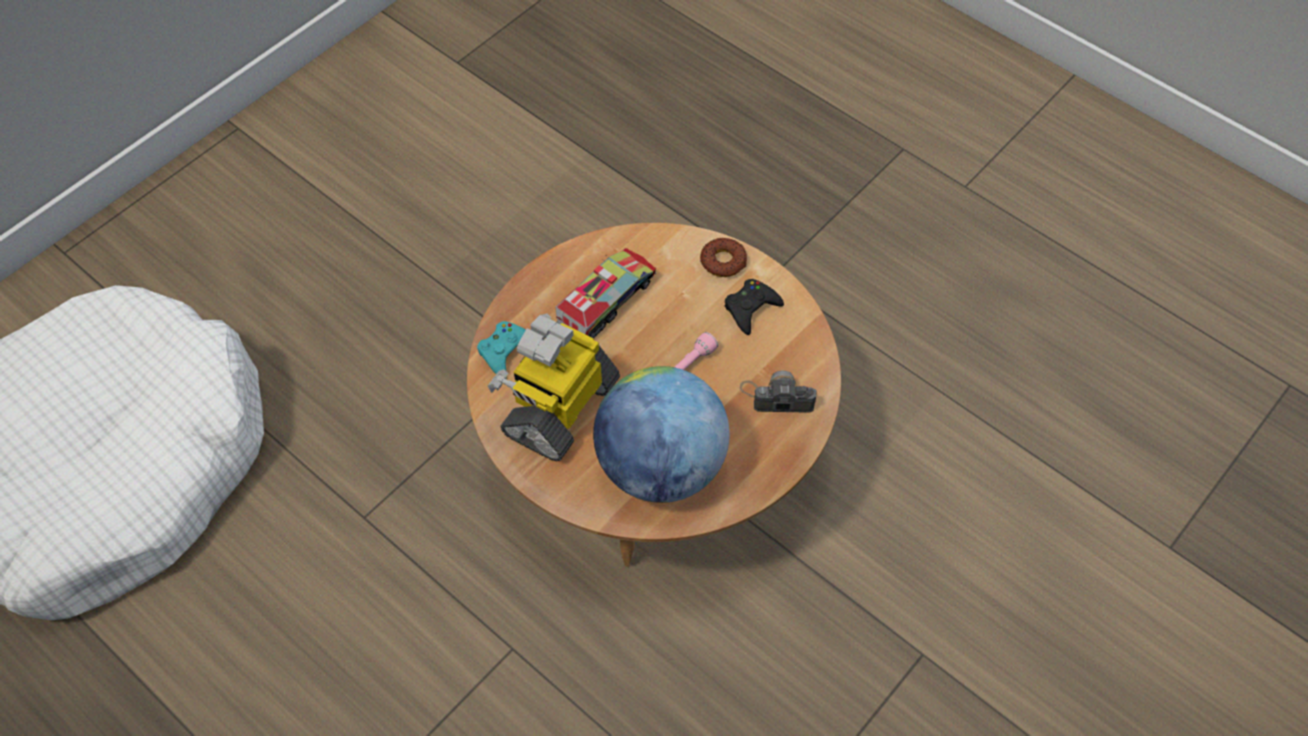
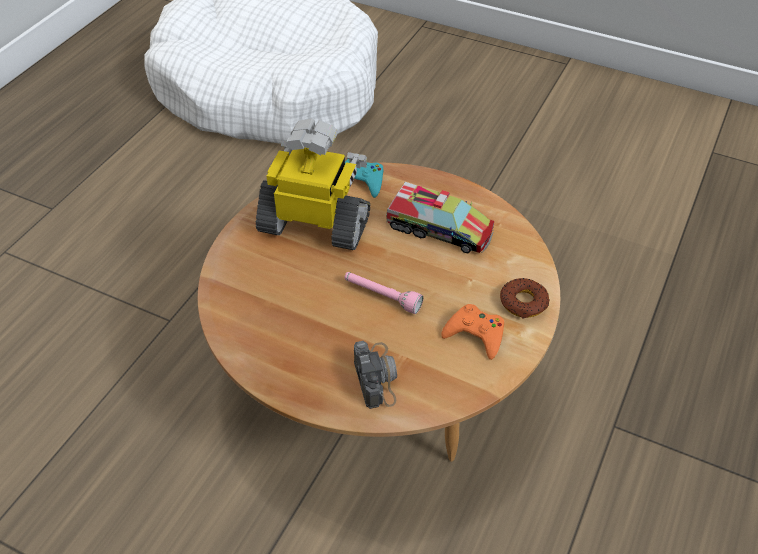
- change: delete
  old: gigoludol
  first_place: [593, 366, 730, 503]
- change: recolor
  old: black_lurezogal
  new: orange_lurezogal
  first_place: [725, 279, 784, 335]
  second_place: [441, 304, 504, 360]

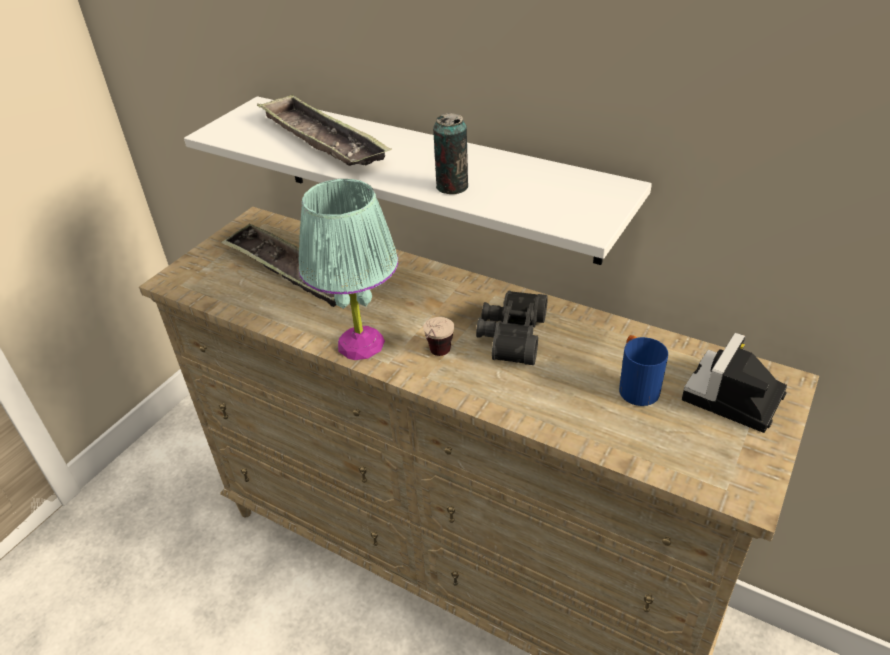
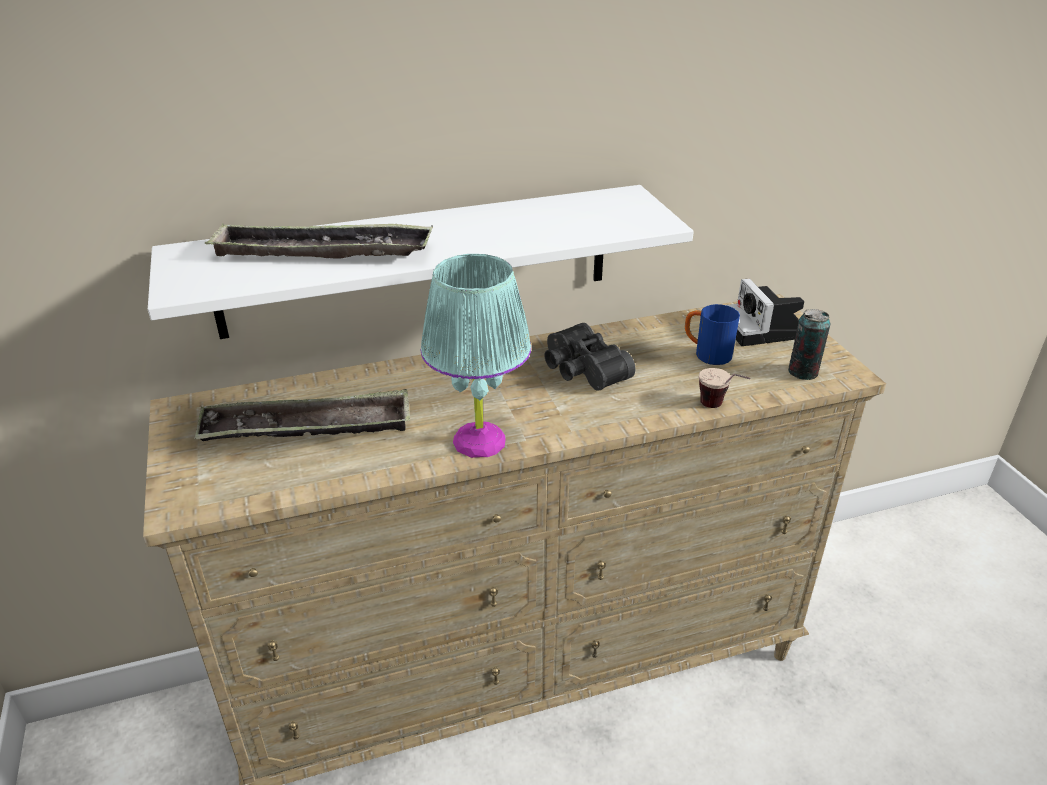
- change: move
  old: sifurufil
  first_place: [423, 317, 454, 356]
  second_place: [699, 368, 750, 408]
- change: move
  old: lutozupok
  first_place: [433, 113, 468, 194]
  second_place: [788, 309, 830, 380]

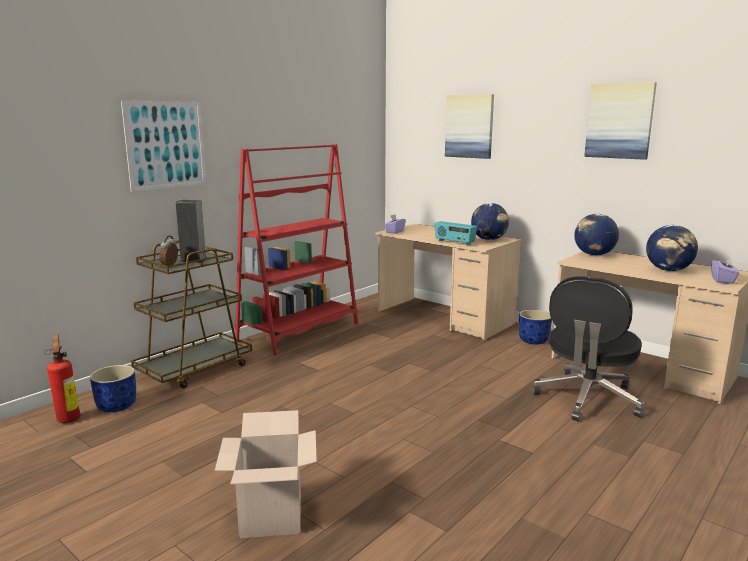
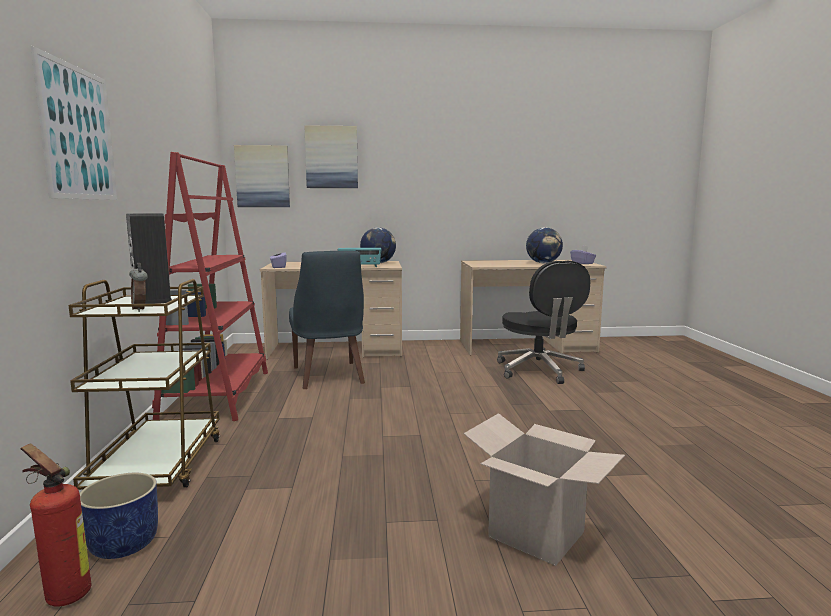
- change: delete
  old: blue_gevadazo
  first_place: [519, 310, 552, 345]
- change: delete
  old: gigoludol
  first_place: [574, 214, 619, 256]
- change: move
  old: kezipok
  first_place: [584, 82, 657, 160]
  second_place: [234, 145, 290, 207]
- change: insert
  new: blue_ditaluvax
  second_place: [289, 251, 365, 389]

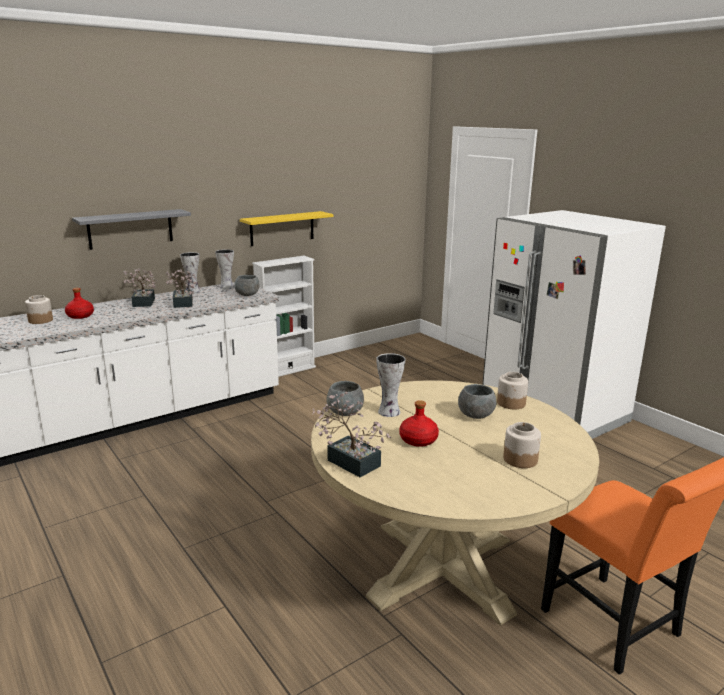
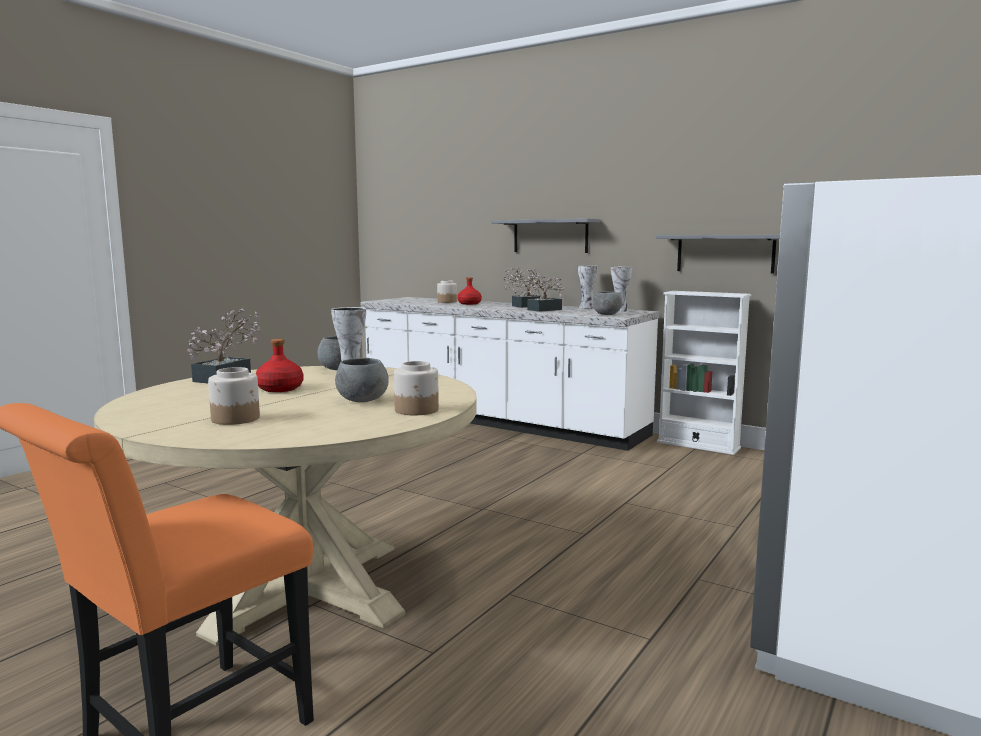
- change: recolor
  old: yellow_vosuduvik
  new: grey_vosuduvik
  first_place: [240, 211, 334, 246]
  second_place: [656, 235, 780, 273]

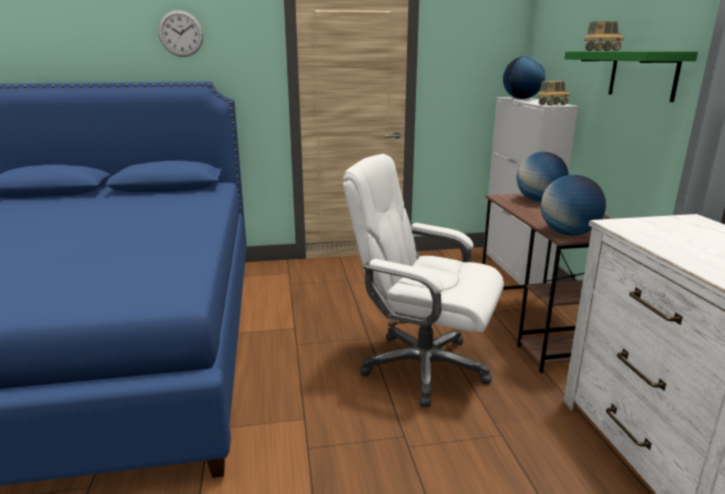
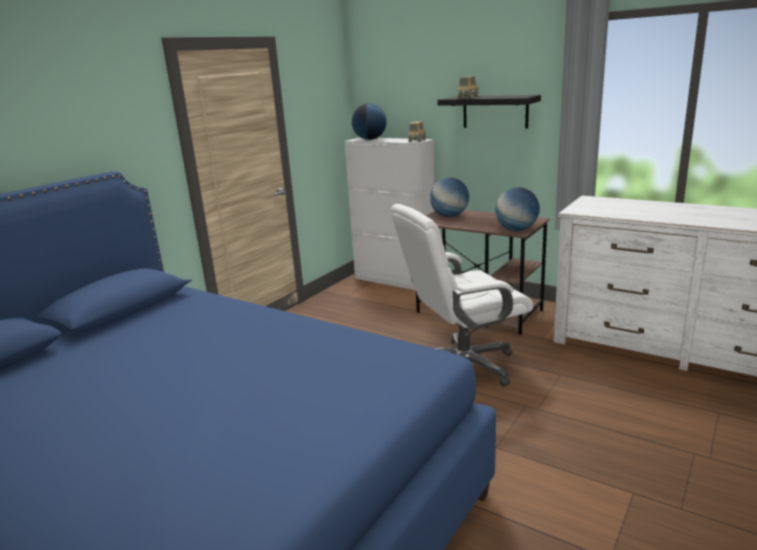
- change: delete
  old: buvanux
  first_place: [158, 10, 203, 57]
- change: recolor
  old: green_vosuduvik
  new: black_vosuduvik
  first_place: [565, 51, 698, 102]
  second_place: [437, 95, 541, 129]

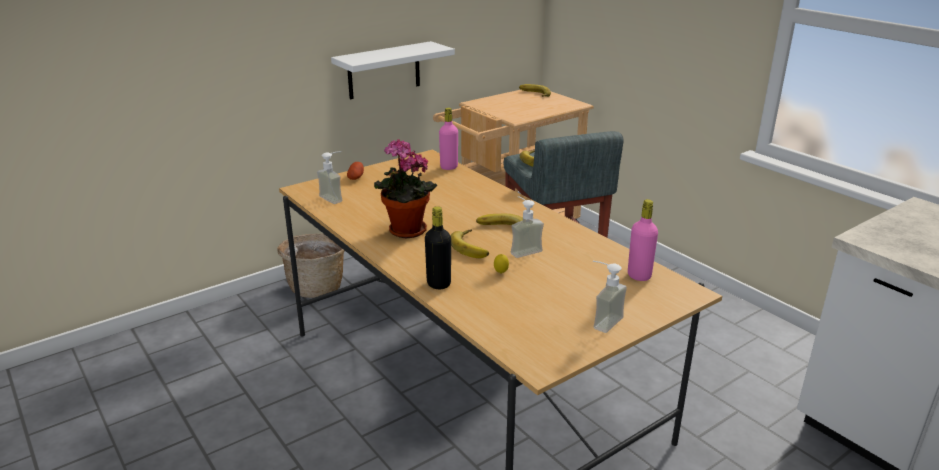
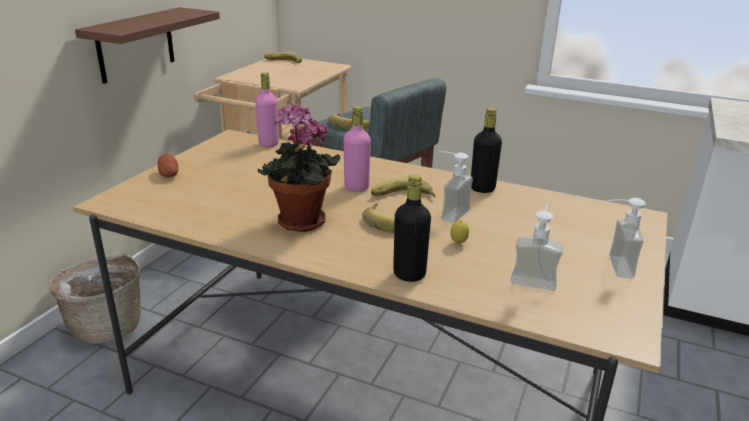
- change: move
  old: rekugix
  first_place: [317, 151, 342, 204]
  second_place: [511, 204, 563, 291]
- change: recolor
  old: white_vosuduvik
  new: brown_vosuduvik
  first_place: [331, 41, 455, 99]
  second_place: [75, 7, 220, 84]
- change: move
  old: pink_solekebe
  first_place: [628, 199, 658, 281]
  second_place: [344, 106, 371, 192]
- change: insert
  new: black_solekebe
  second_place: [471, 108, 502, 193]

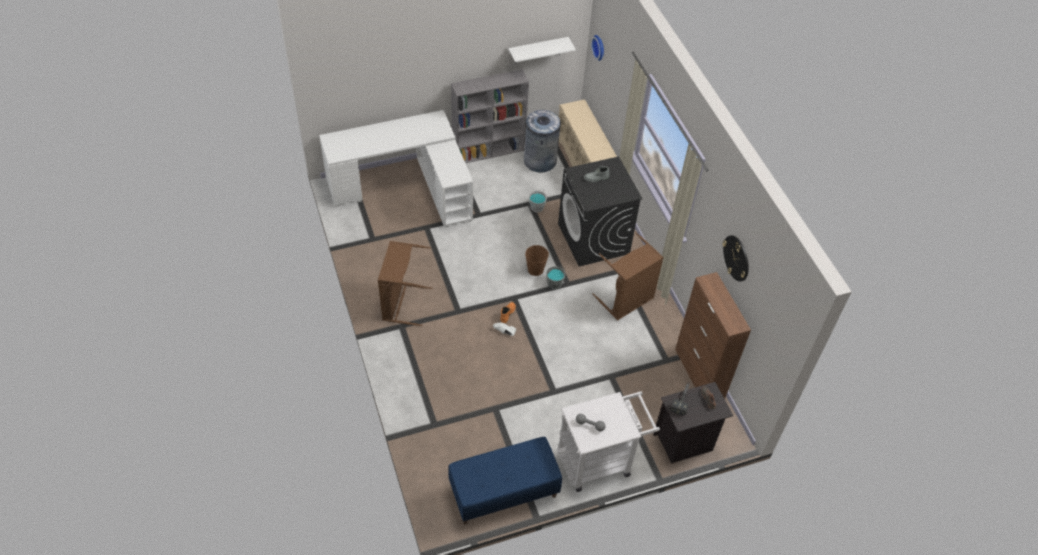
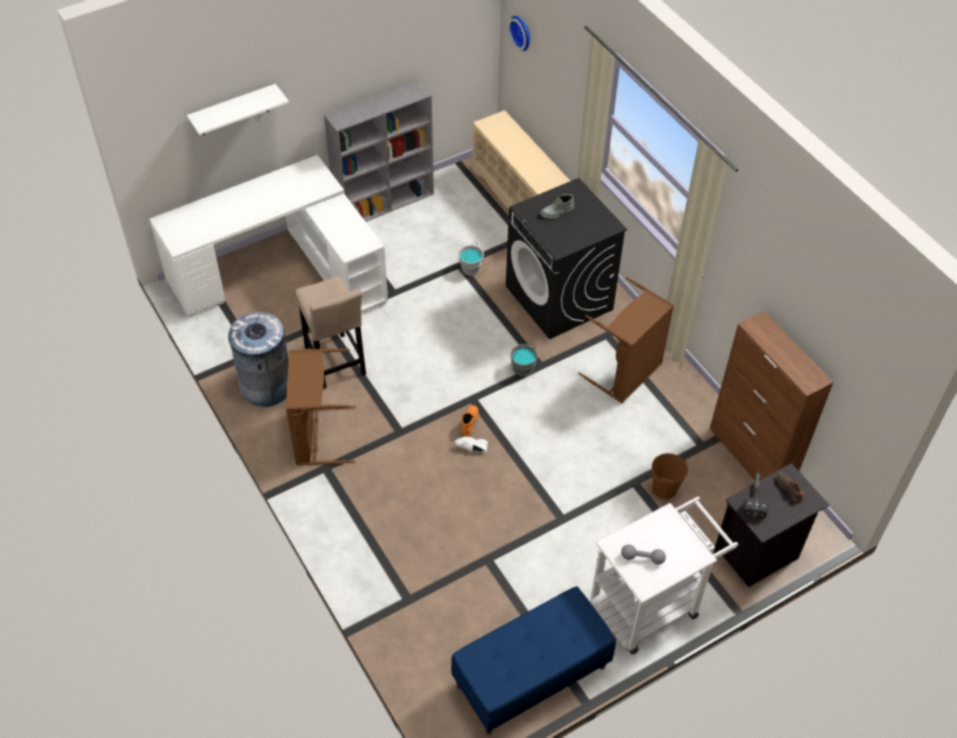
- change: move
  old: white_vosuduvik
  first_place: [508, 37, 576, 63]
  second_place: [187, 84, 289, 135]
- change: move
  old: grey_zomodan
  first_place: [523, 110, 561, 172]
  second_place: [228, 312, 289, 407]
- change: move
  old: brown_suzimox
  first_place: [525, 245, 549, 276]
  second_place: [652, 453, 688, 499]
- change: delete
  old: buvanux
  first_place: [723, 235, 749, 282]
- change: insert
  new: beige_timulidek
  second_place: [295, 276, 366, 389]

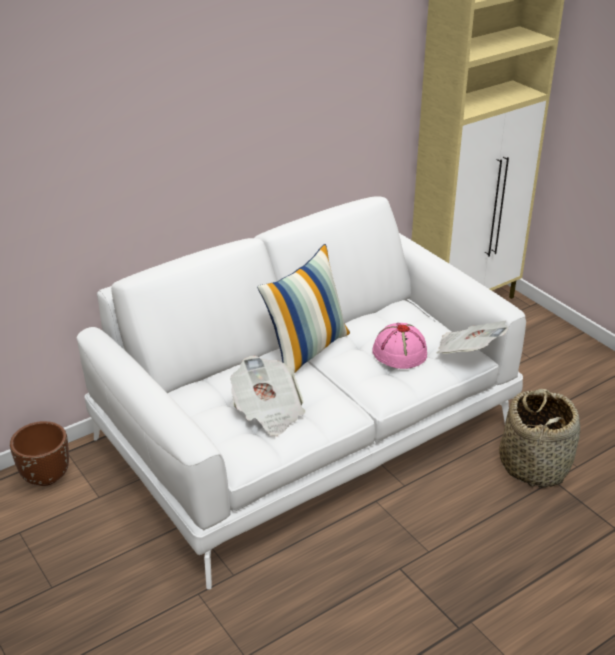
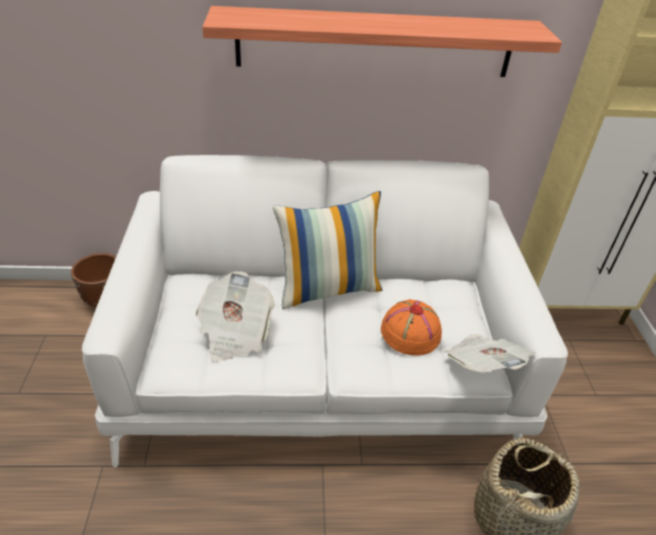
- change: recolor
  old: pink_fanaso
  new: orange_fanaso
  first_place: [372, 323, 427, 369]
  second_place: [381, 299, 442, 355]
- change: insert
  new: vosuduvik
  second_place: [203, 6, 562, 77]

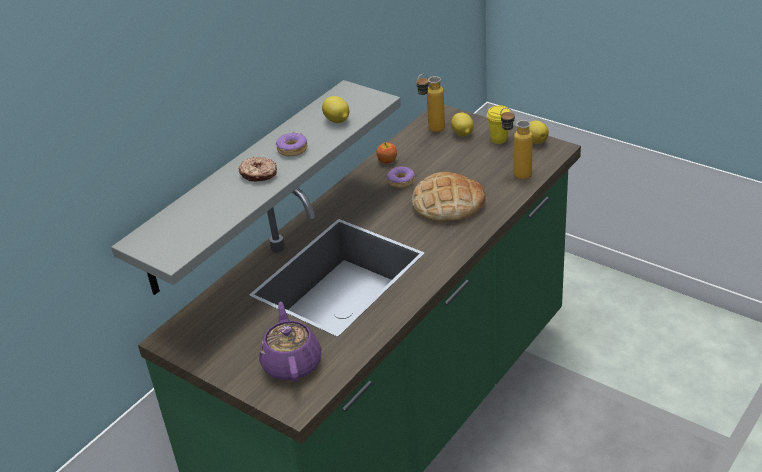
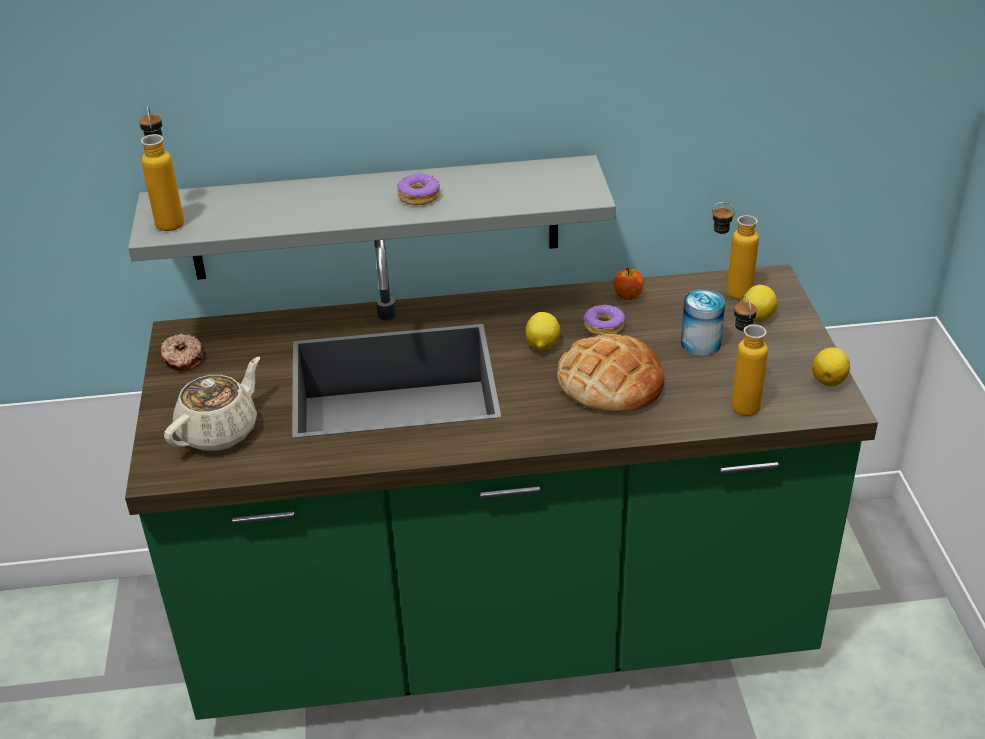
- change: move
  old: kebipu
  first_place: [238, 157, 277, 181]
  second_place: [161, 334, 203, 371]
- change: recolor
  old: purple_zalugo
  new: beige_zalugo
  first_place: [259, 302, 321, 382]
  second_place: [164, 357, 260, 451]
- change: move
  old: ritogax
  first_place: [322, 96, 349, 123]
  second_place: [525, 312, 561, 351]
- change: delete
  old: yellow_sifurufil
  first_place: [487, 105, 510, 144]
- change: insert
  new: solekebe
  second_place: [139, 106, 184, 231]
- change: insert
  new: lutozupok
  second_place: [681, 289, 725, 356]

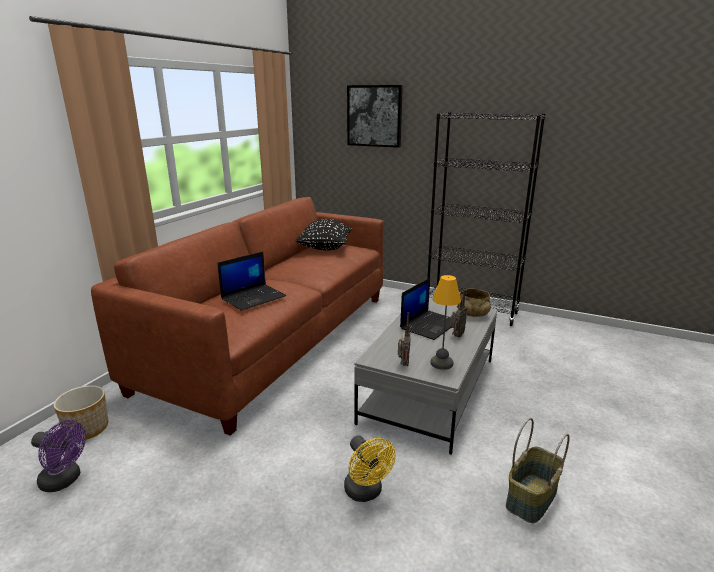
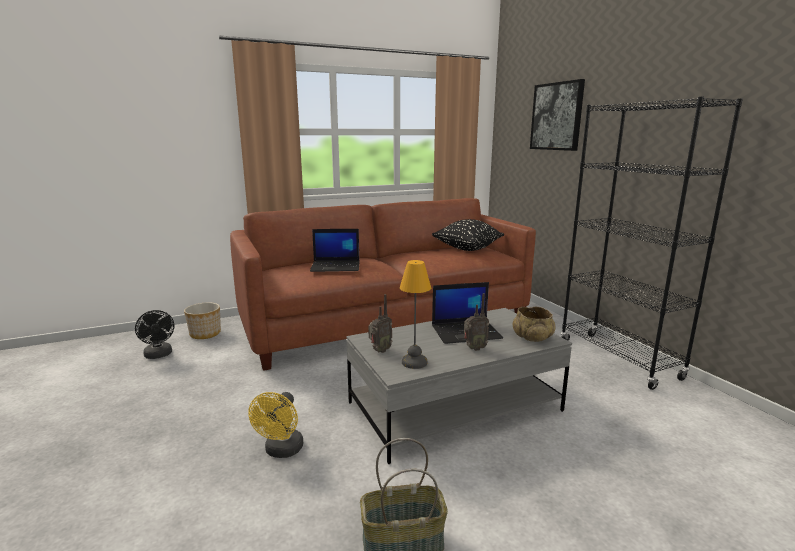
- change: recolor
  old: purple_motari
  new: black_motari
  first_place: [31, 420, 86, 492]
  second_place: [135, 310, 174, 359]

